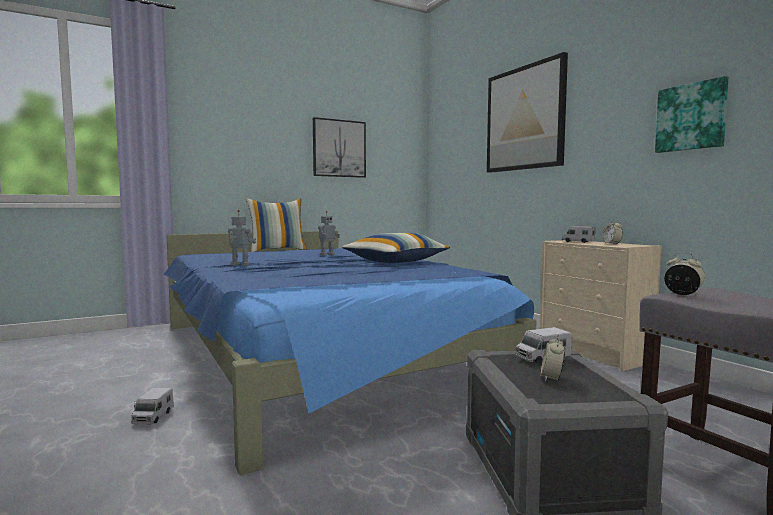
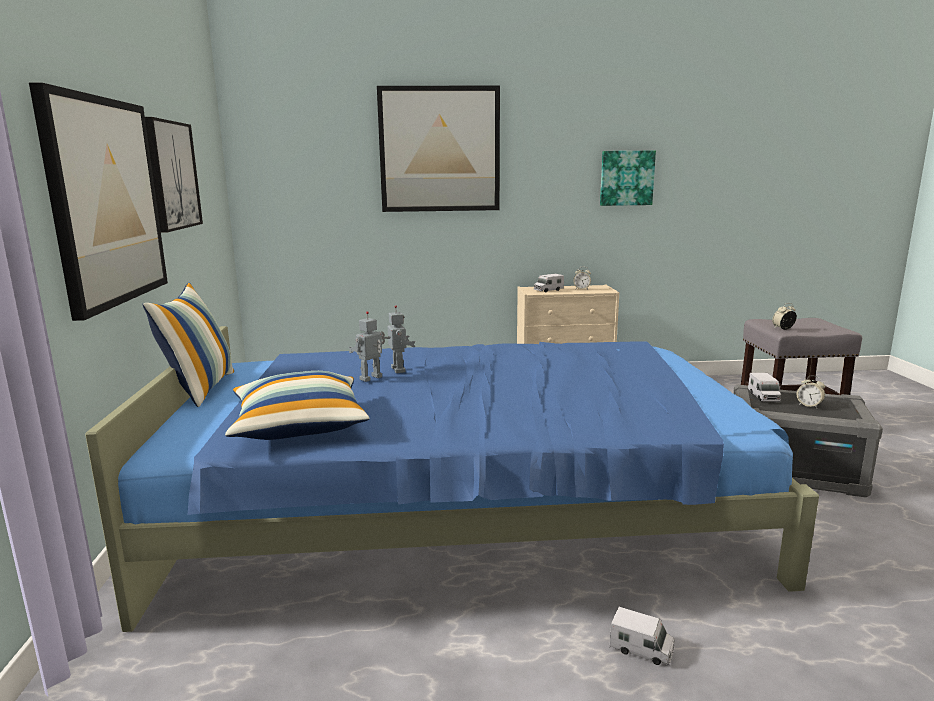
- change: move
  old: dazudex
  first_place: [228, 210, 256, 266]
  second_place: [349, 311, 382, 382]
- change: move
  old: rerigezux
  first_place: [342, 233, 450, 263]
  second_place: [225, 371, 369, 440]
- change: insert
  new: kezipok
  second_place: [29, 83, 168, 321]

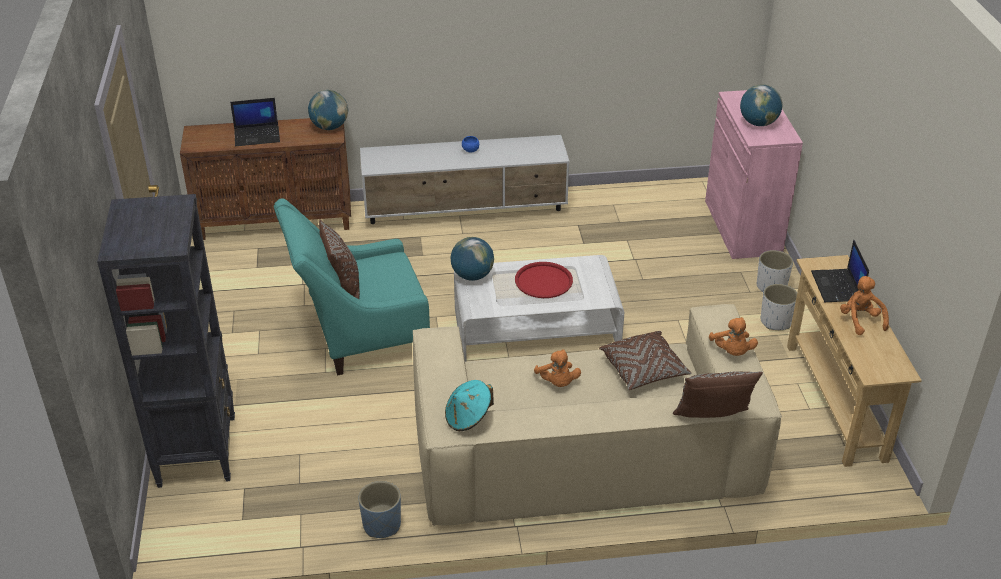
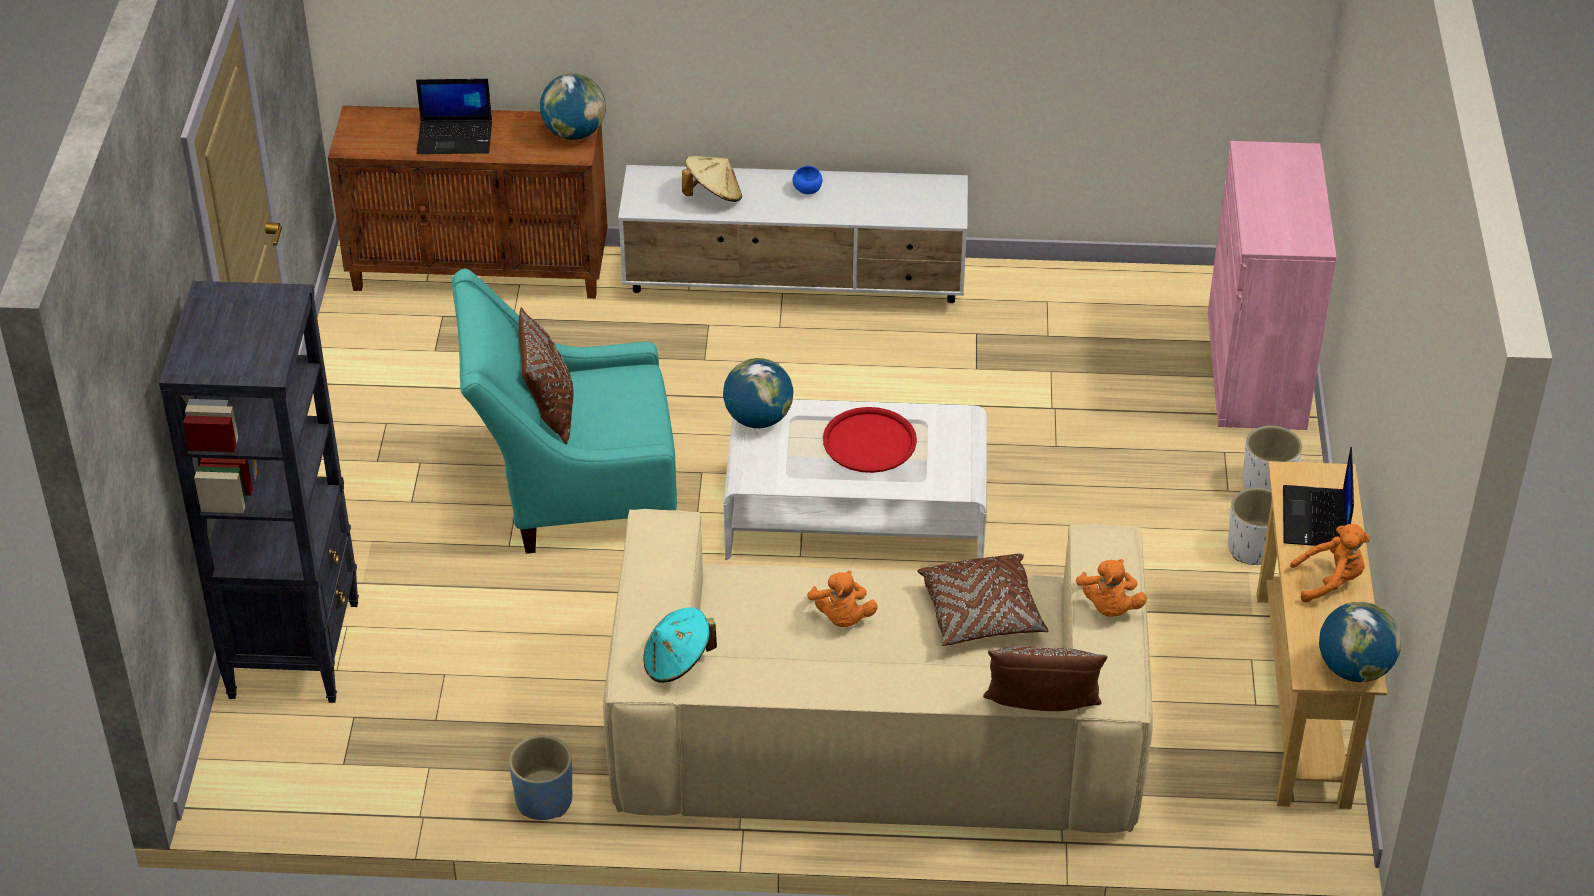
- change: move
  old: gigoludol
  first_place: [740, 84, 783, 126]
  second_place: [1319, 601, 1401, 682]
- change: rotate
  old: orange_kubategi
  first_place: [840, 276, 889, 335]
  second_place: [1290, 524, 1370, 602]
  degrees: 90
- change: insert
  new: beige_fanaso
  second_place: [682, 156, 742, 202]

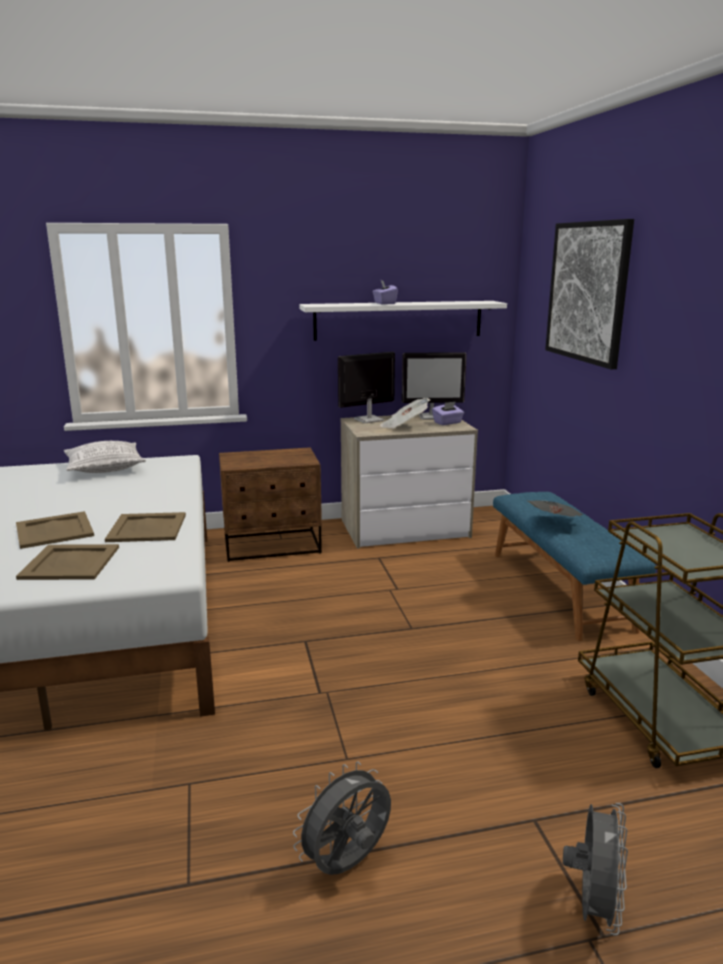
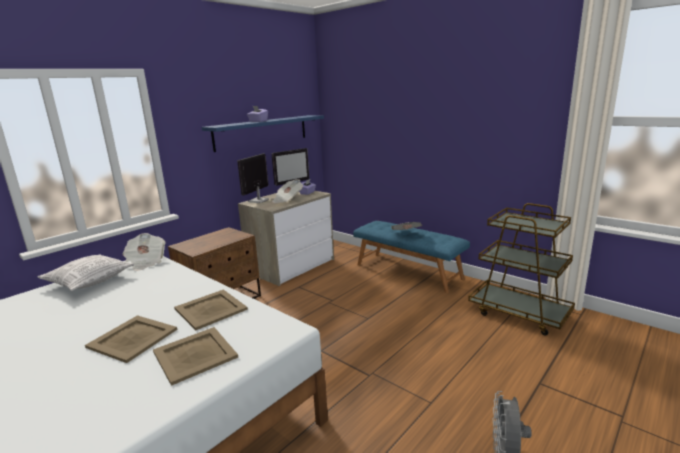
- change: recolor
  old: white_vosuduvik
  new: blue_vosuduvik
  first_place: [299, 301, 507, 341]
  second_place: [201, 115, 324, 152]
- change: delete
  old: kezipok
  first_place: [545, 219, 634, 369]
- change: delete
  old: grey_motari
  first_place: [563, 803, 628, 935]
- change: insert
  new: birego
  second_place: [123, 233, 166, 271]

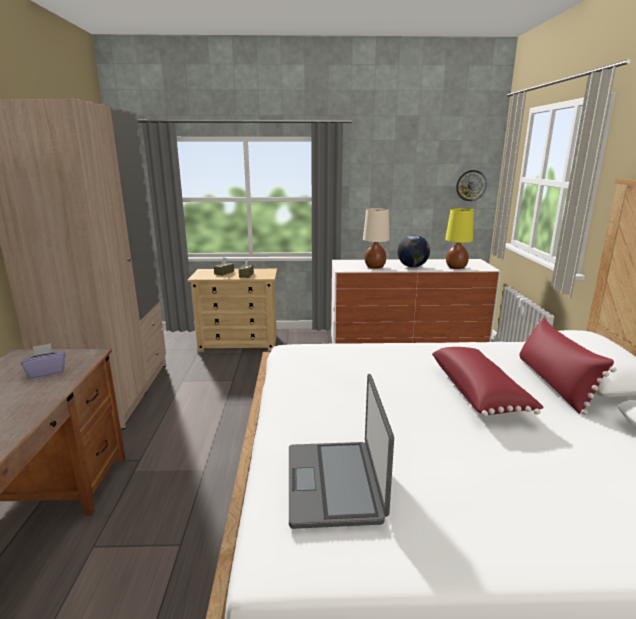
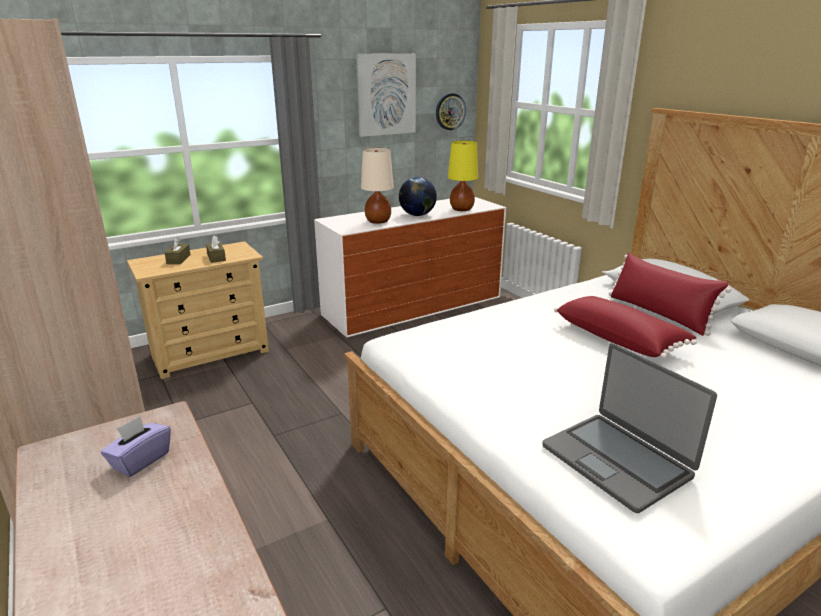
- change: insert
  new: kezipok
  second_place: [357, 53, 416, 137]

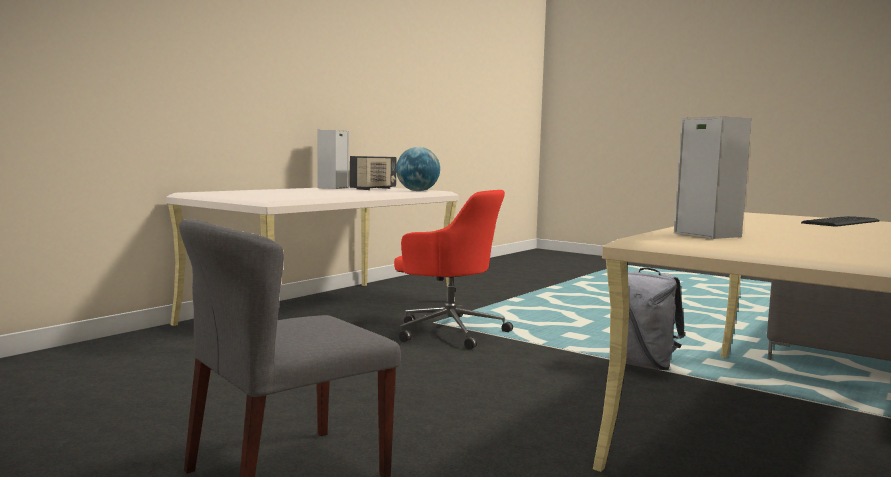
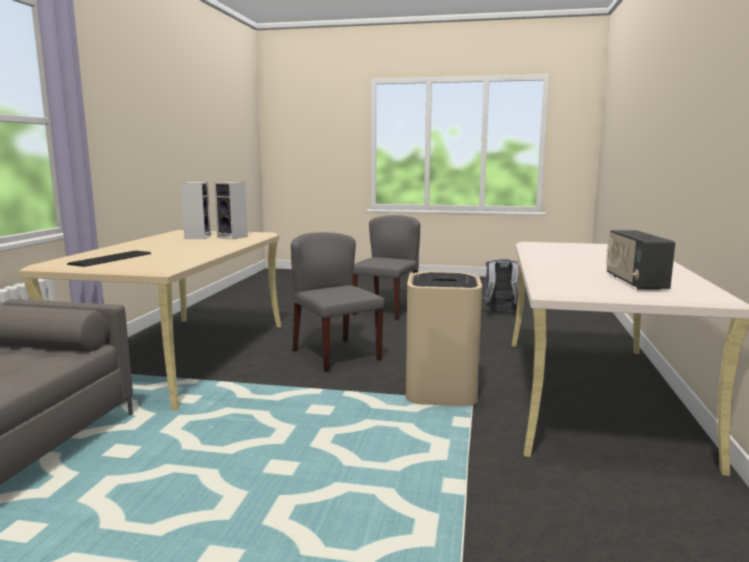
- change: move
  old: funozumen
  first_place: [317, 130, 349, 189]
  second_place: [180, 182, 211, 239]
- change: replace
  old: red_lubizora
  new: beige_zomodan
  first_place: [394, 190, 513, 349]
  second_place: [406, 271, 482, 406]
- change: delete
  old: gigoludol
  first_place: [396, 147, 440, 191]
- change: move
  old: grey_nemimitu
  first_place: [626, 268, 685, 370]
  second_place: [482, 258, 519, 313]
- change: insert
  new: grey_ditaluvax
  second_place: [291, 232, 384, 372]

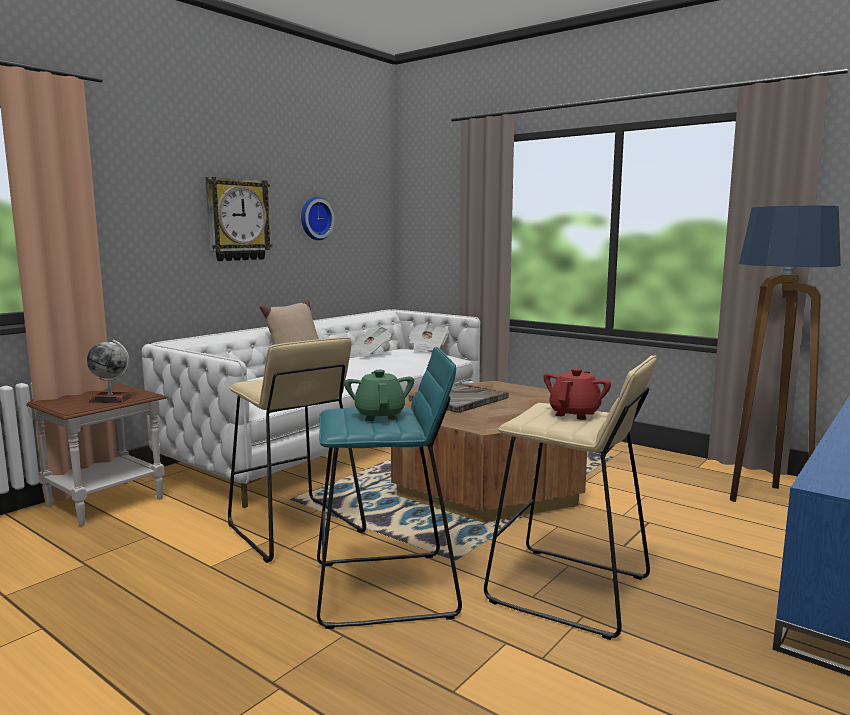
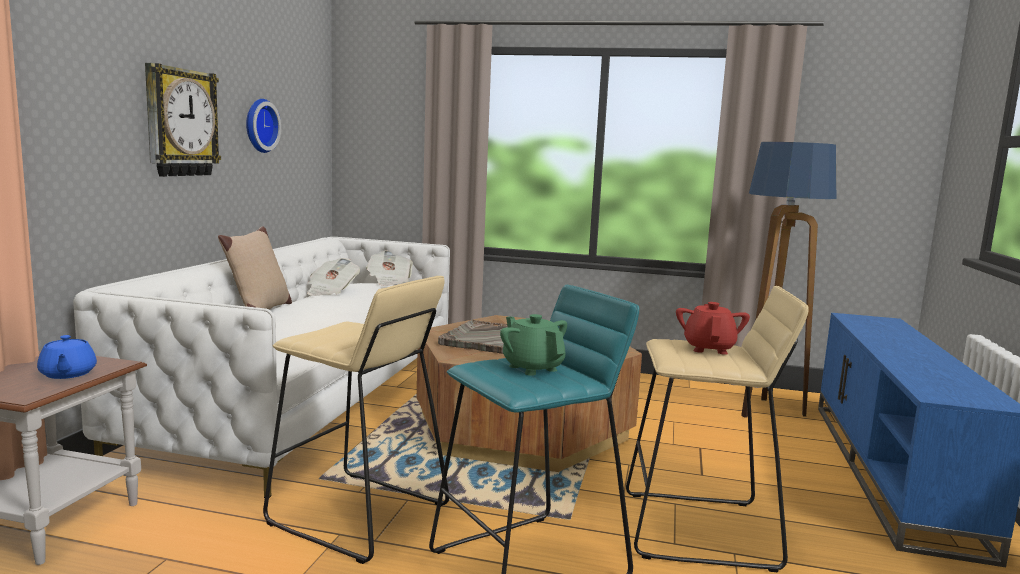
- change: replace
  old: gigoludol
  new: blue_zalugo
  first_place: [87, 340, 132, 403]
  second_place: [37, 335, 97, 379]

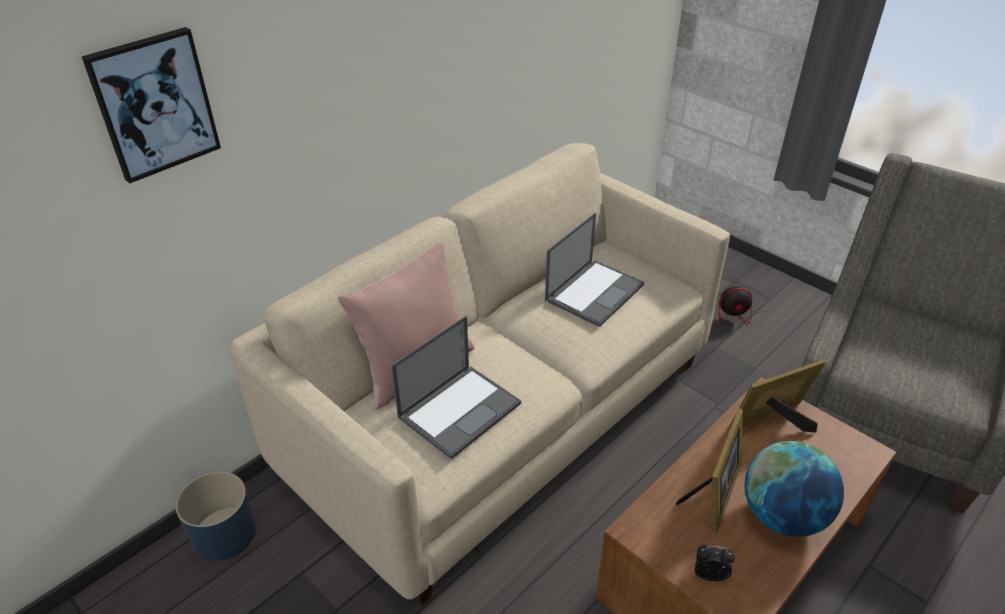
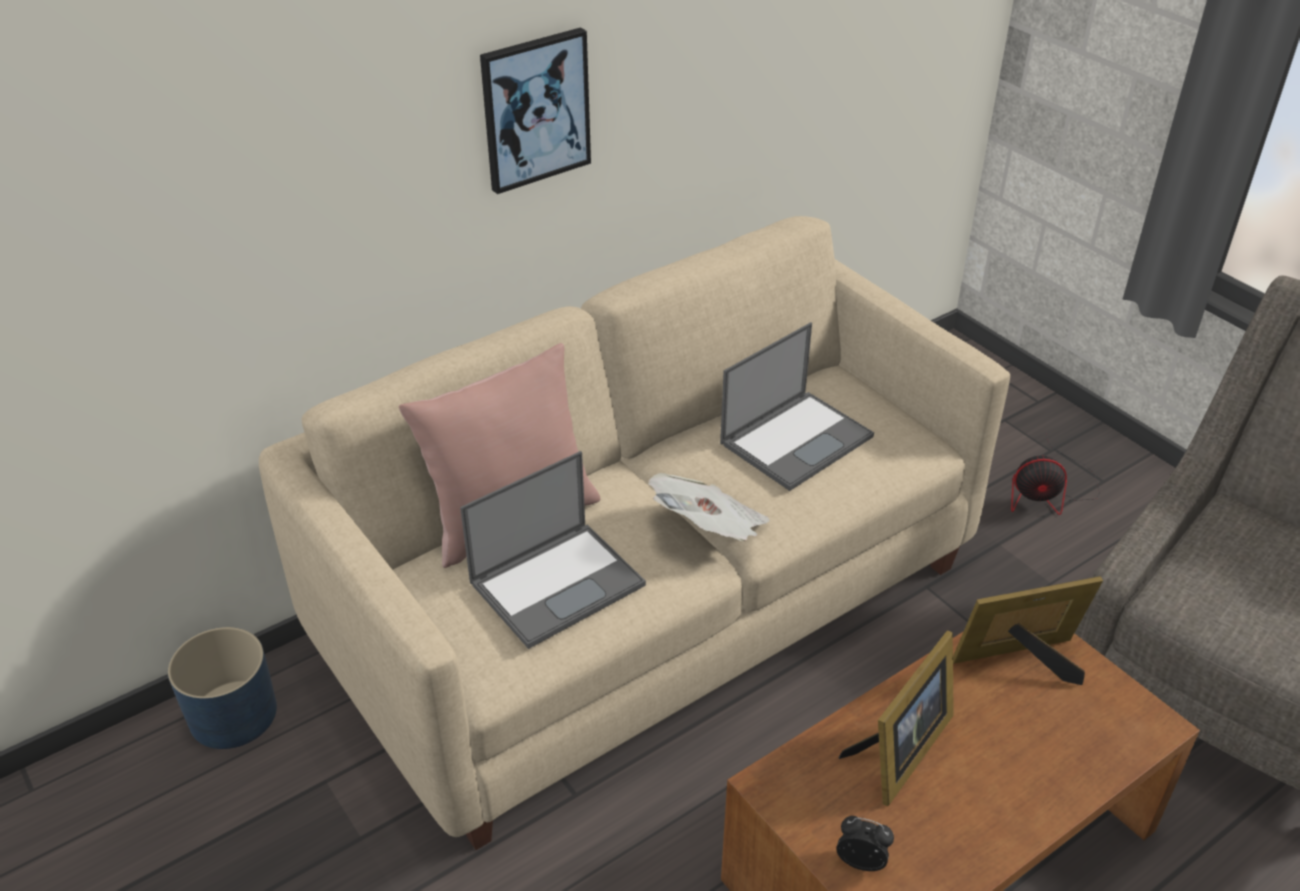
- change: move
  old: kezipok
  first_place: [82, 27, 221, 183]
  second_place: [480, 27, 591, 194]
- change: delete
  old: gigoludol
  first_place: [745, 441, 844, 537]
- change: insert
  new: birego
  second_place: [649, 473, 770, 541]

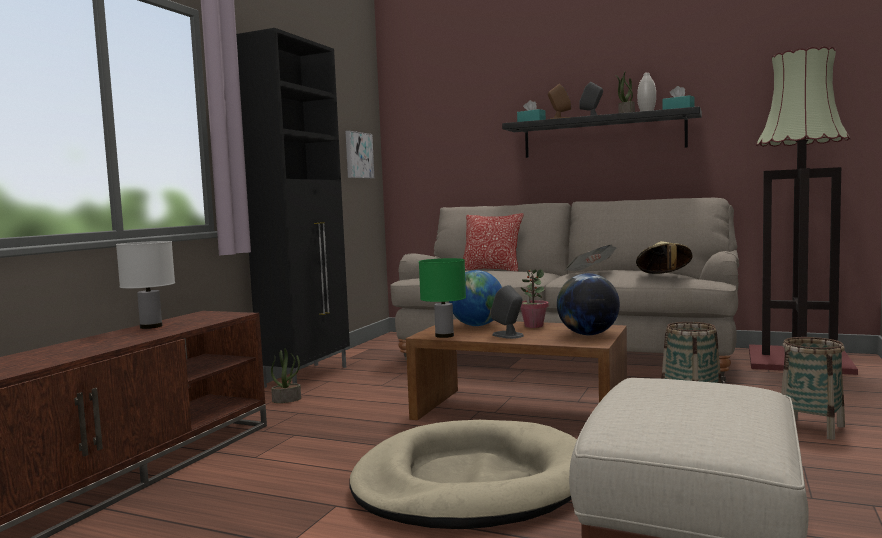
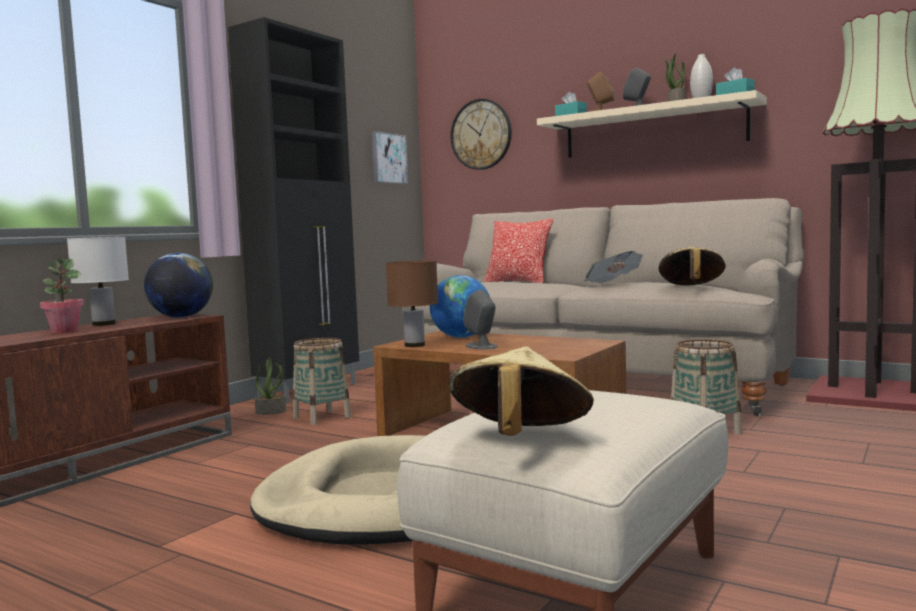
- change: recolor
  old: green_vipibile
  new: brown_vipibile
  first_place: [419, 258, 466, 338]
  second_place: [386, 261, 438, 347]
- change: recolor
  old: black_vosuduvik
  new: beige_vosuduvik
  first_place: [502, 106, 702, 158]
  second_place: [537, 90, 767, 158]
- change: move
  old: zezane
  first_place: [521, 269, 549, 328]
  second_place: [40, 258, 84, 333]
- change: move
  old: gigoludol
  first_place: [557, 273, 620, 335]
  second_place: [144, 253, 213, 318]
- change: move
  old: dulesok
  first_place: [781, 337, 845, 440]
  second_place: [293, 338, 351, 425]
- change: insert
  new: beige_fanaso
  second_place: [449, 346, 594, 436]
- change: insert
  new: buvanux
  second_place: [451, 99, 512, 170]

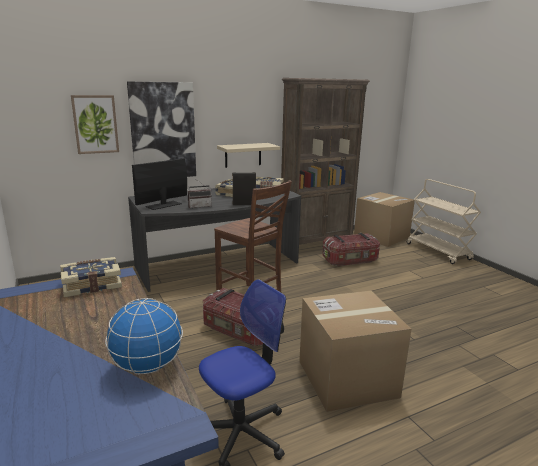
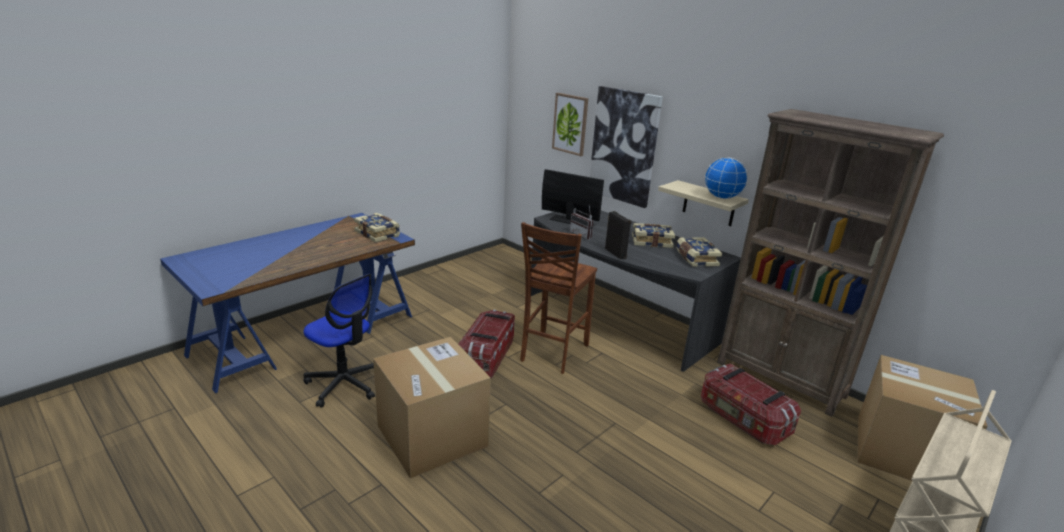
- change: move
  old: gigoludol
  first_place: [105, 298, 183, 375]
  second_place: [705, 157, 748, 199]

